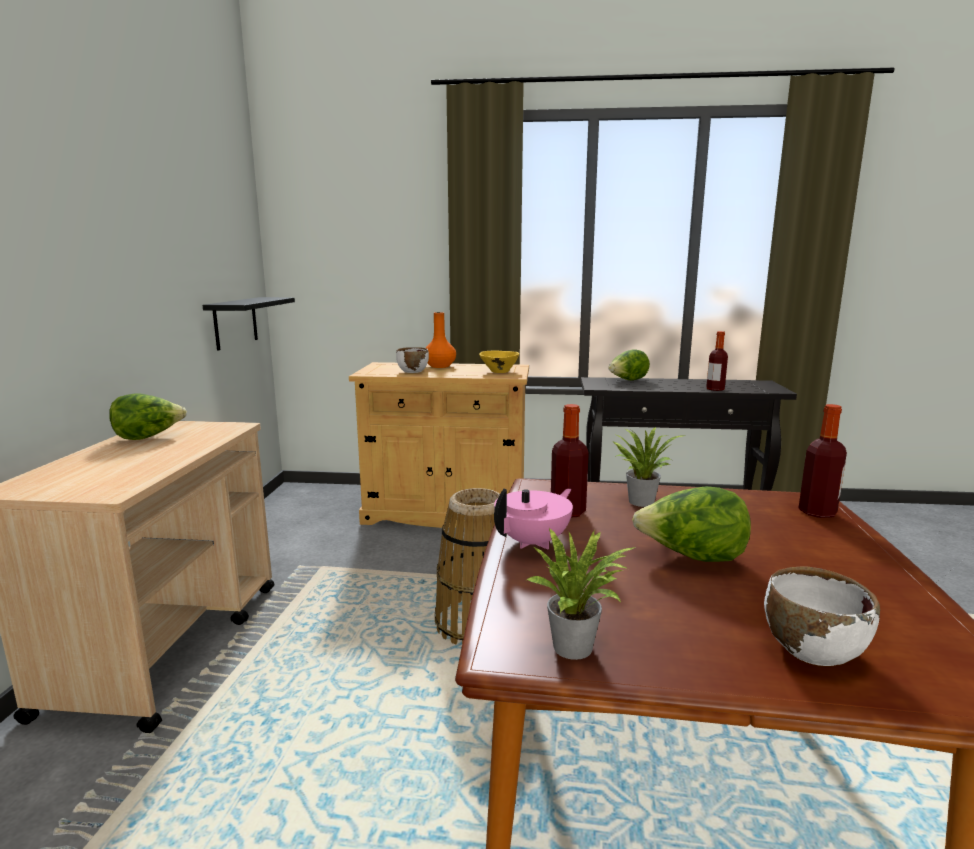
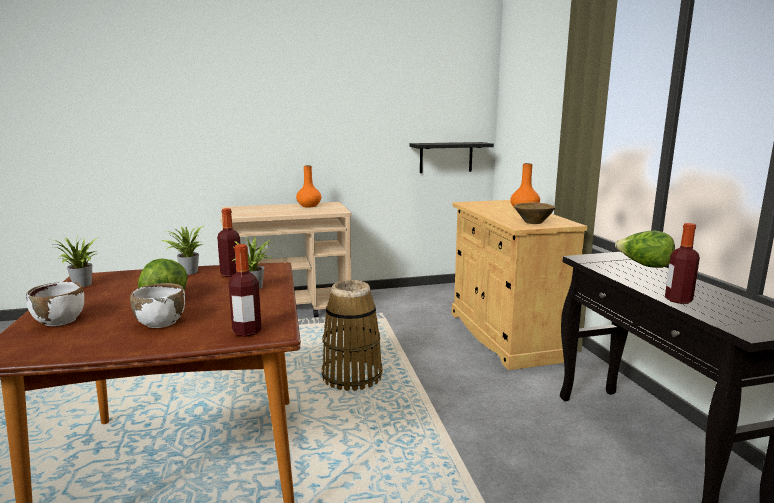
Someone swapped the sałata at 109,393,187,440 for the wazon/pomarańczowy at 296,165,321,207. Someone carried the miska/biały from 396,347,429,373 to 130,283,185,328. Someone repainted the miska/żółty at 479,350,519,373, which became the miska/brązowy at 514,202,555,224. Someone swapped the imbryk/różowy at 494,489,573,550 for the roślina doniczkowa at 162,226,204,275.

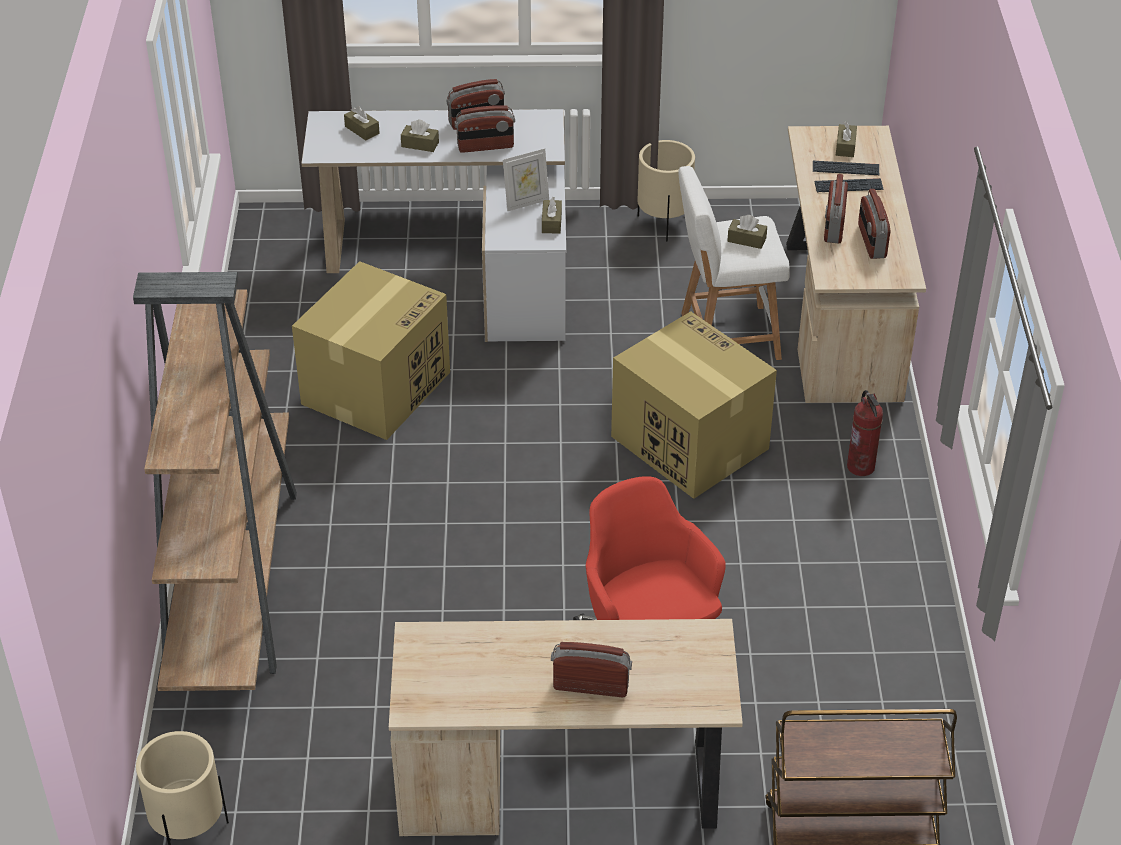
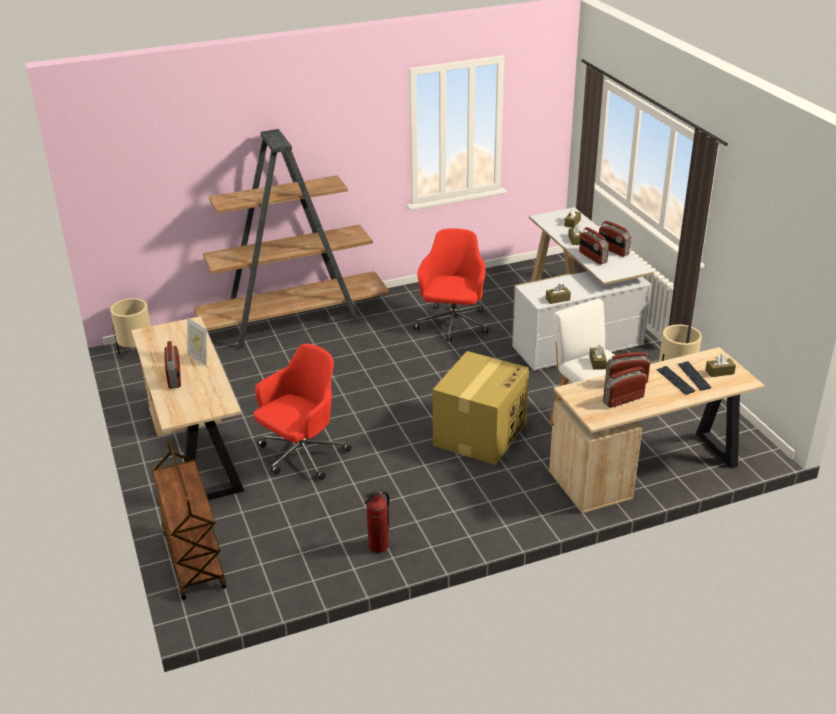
Someone swapped the karton at 292,261,450,440 for the krzesło biurowe/czerwony at 414,228,488,341. Someone carried the ramka na zdjęcie from 503,148,549,211 to 187,318,207,366. Someone carried the gaśnica from 847,390,883,476 to 364,490,390,553.

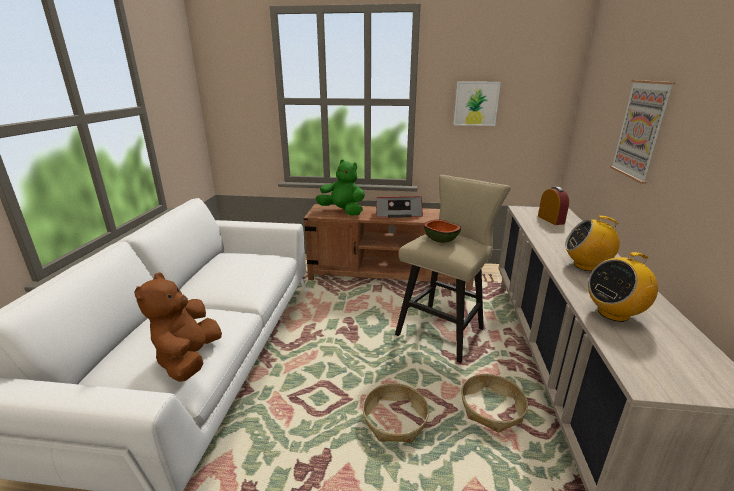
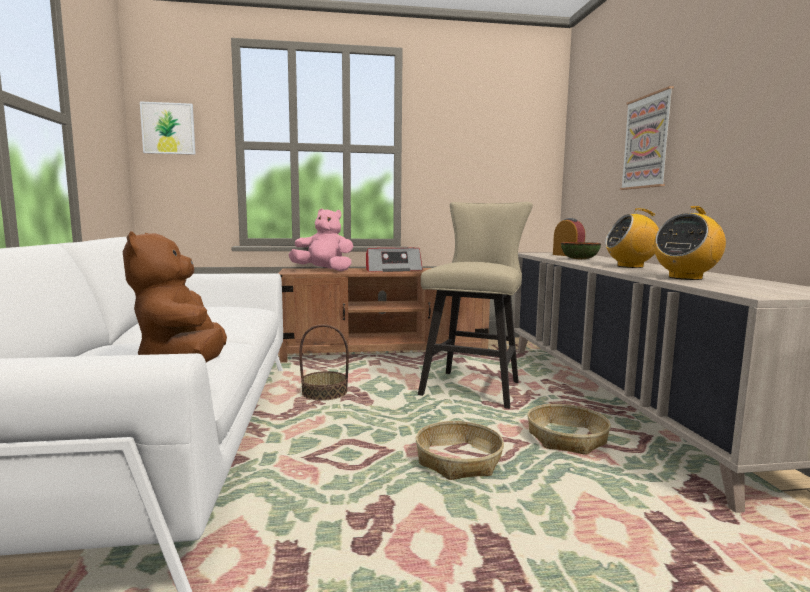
Someone repainted the pluszak/zielony at 316,160,365,216, which became the pluszak/różowy at 289,209,353,271. Someone carried the miska from 424,220,461,243 to 561,242,601,259. Someone carried the obraz from 453,82,501,126 to 140,102,196,155. Someone put down the koszyk at 299,324,349,401.

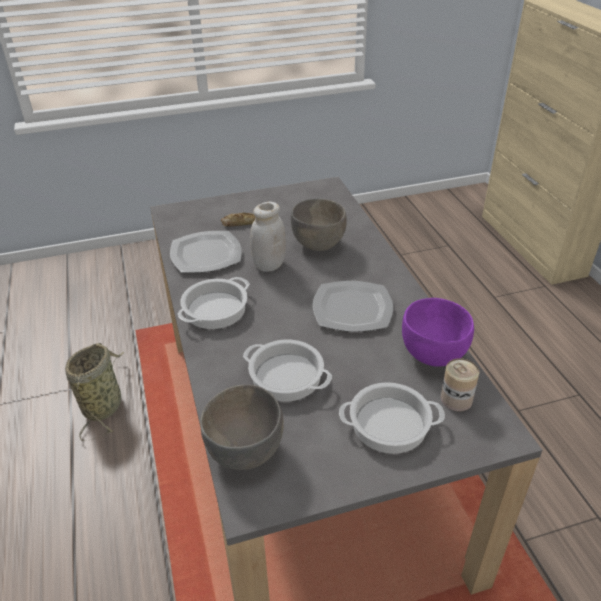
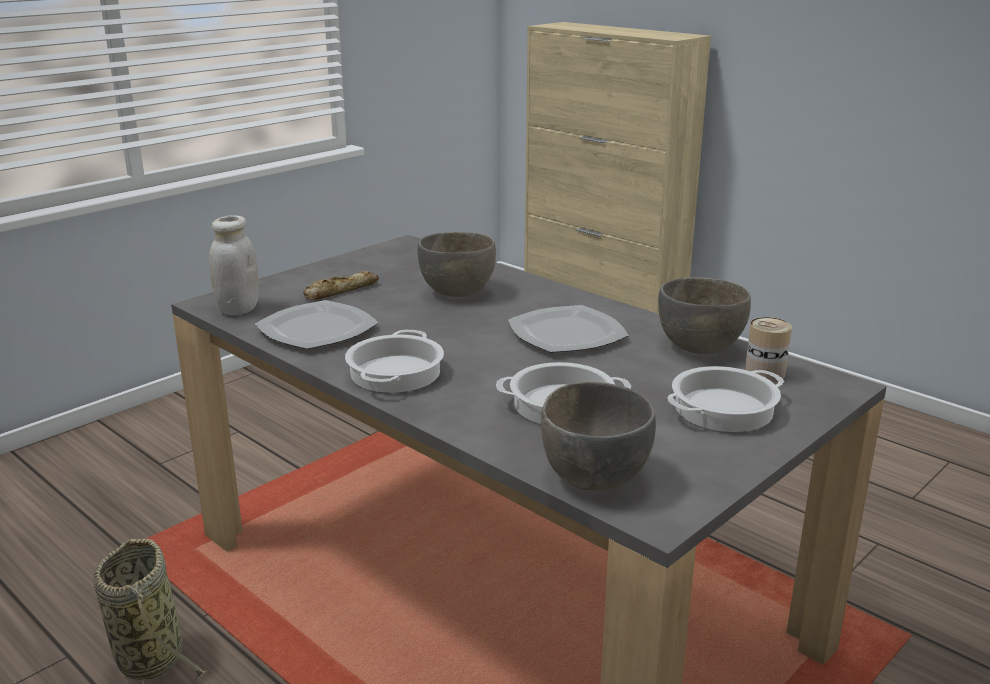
Someone carried the słoik/biały from 250,202,286,272 to 209,215,259,315. Someone repainted the miska/fioletowy at 402,298,474,367, which became the miska/szary at 658,277,751,354.

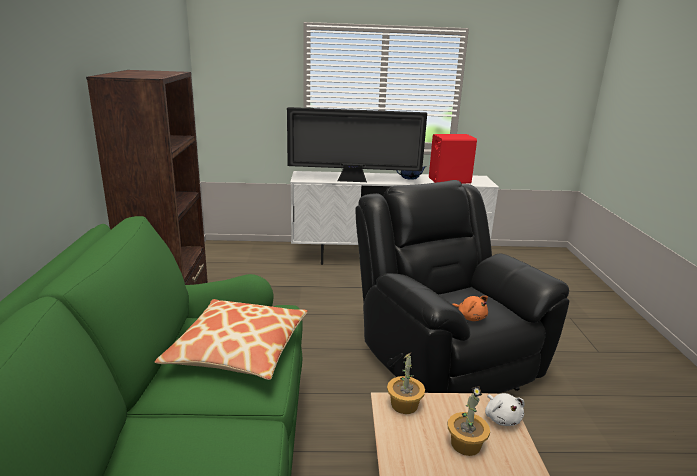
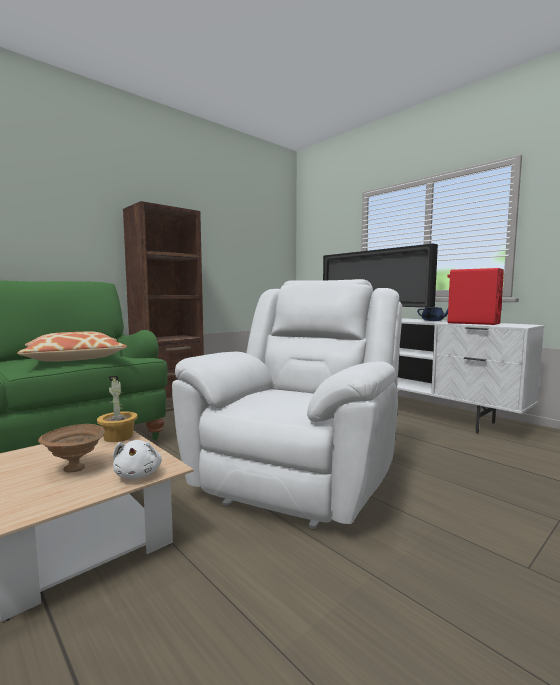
Someone repainted the fotel/czarny at 355,180,569,393, which became the fotel/biały at 172,279,402,529. Someone swapped the roślina doniczkowa at 448,386,490,456 for the miska/brązowy at 38,424,105,473. Someone took away the pluszak/pomarańczowy at 452,296,488,321. Someone rotated the pluszak/biały at 485,393,525,426 by 45 degrees counterclockwise.

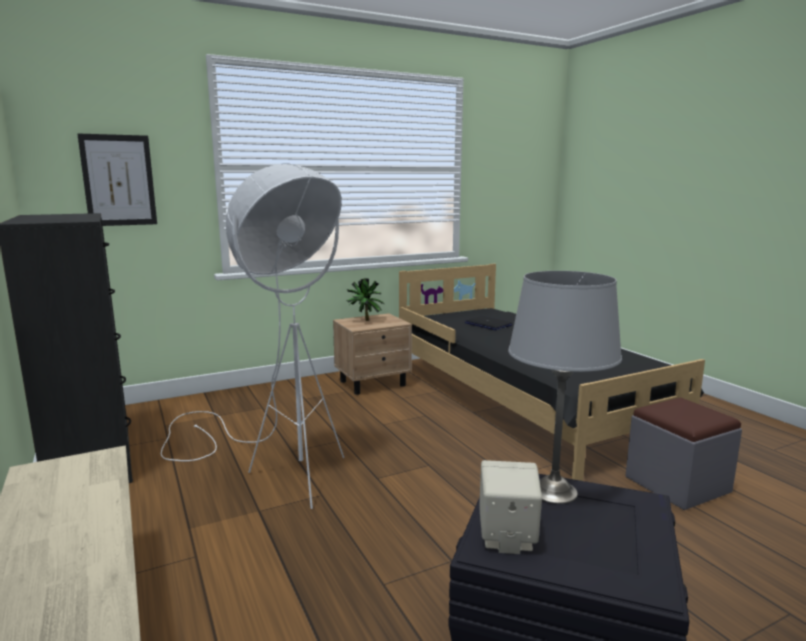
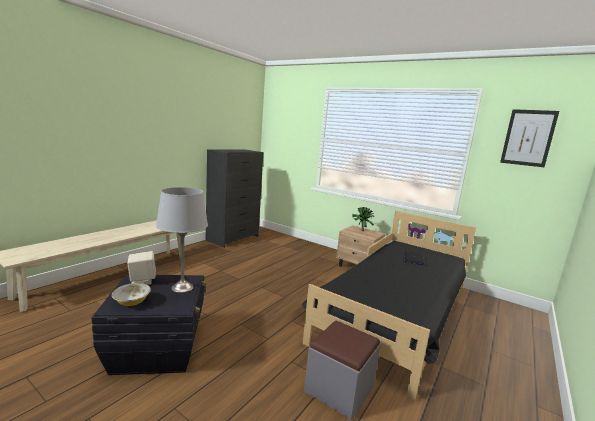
Someone carried the obraz from 77,134,157,226 to 500,109,559,167. Someone took away the lampa stojąca/biały at 161,163,344,509. Someone put down the miska at 112,283,151,306.

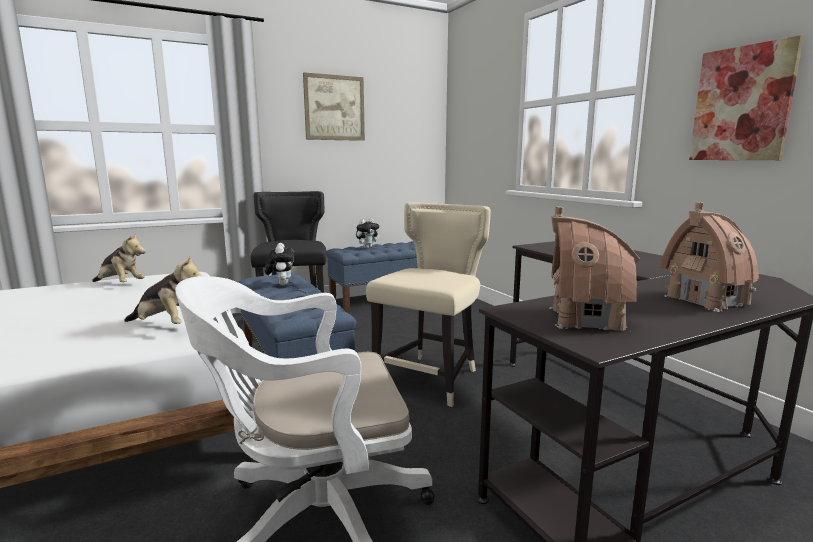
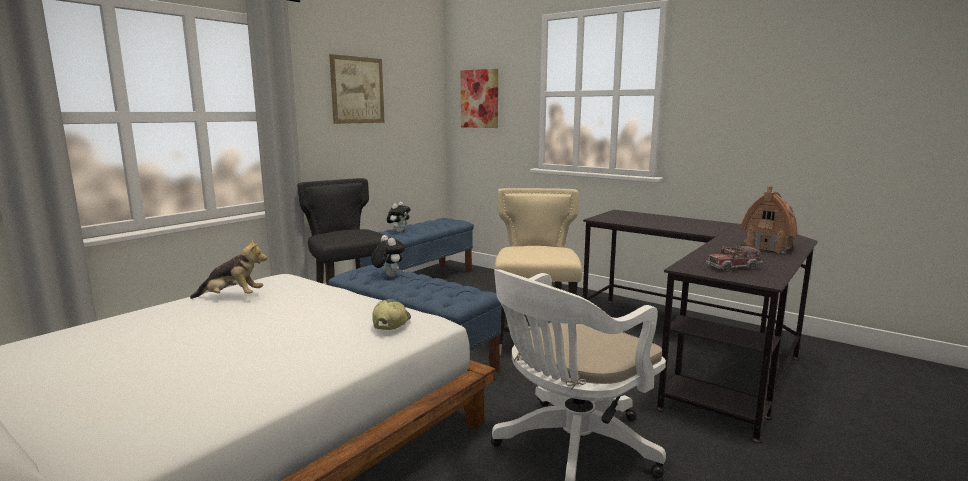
Someone swapped the pluszak at 124,254,203,324 for the czapka z daszkiem at 372,299,411,330. Someone swapped the domek at 549,206,640,331 for the ciężarówka zabawkowa at 706,245,763,272. Someone carried the obraz from 689,35,804,160 to 461,69,498,128.

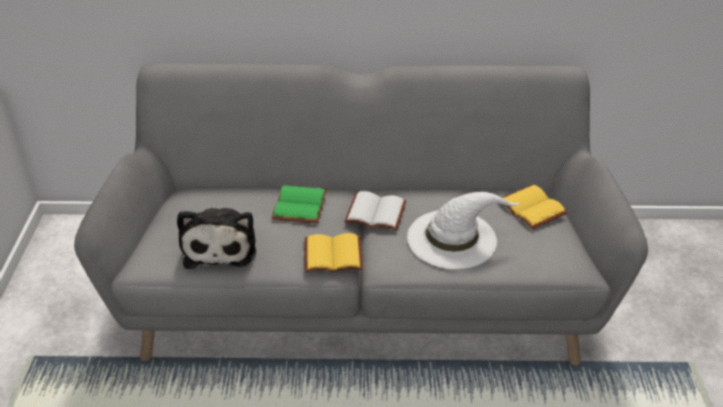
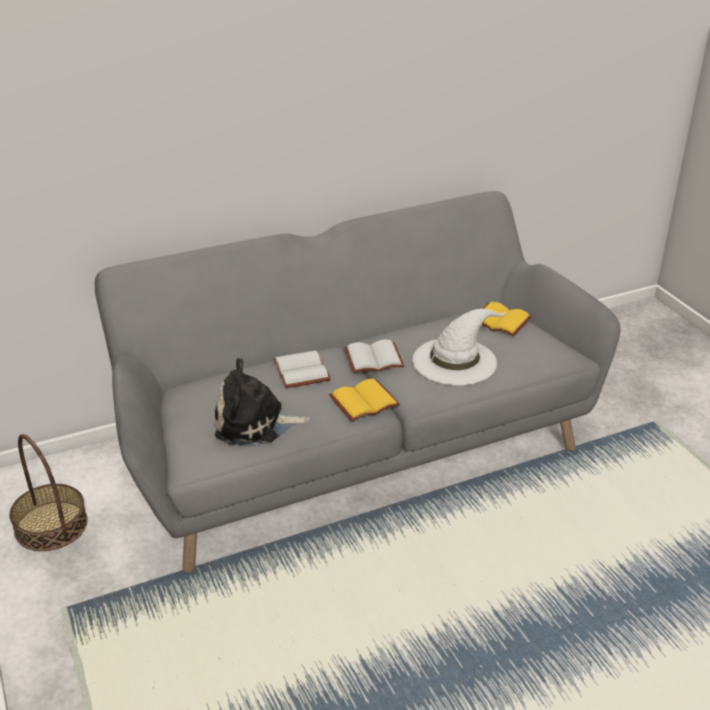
Someone rotated the pluszak at 177,208,256,269 by 120 degrees clockwise. Someone repainted the książka/zielony at 272,185,327,223, which became the książka/biały at 273,350,331,388. Someone put down the koszyk at 10,434,88,551.

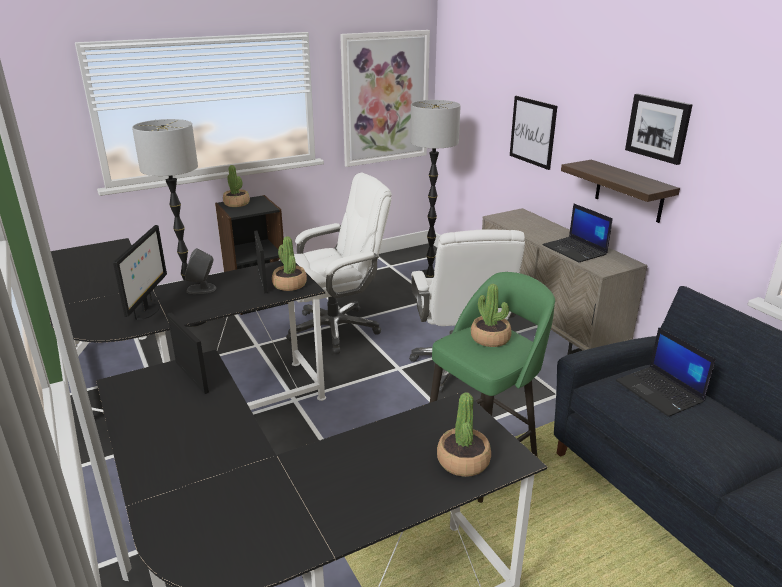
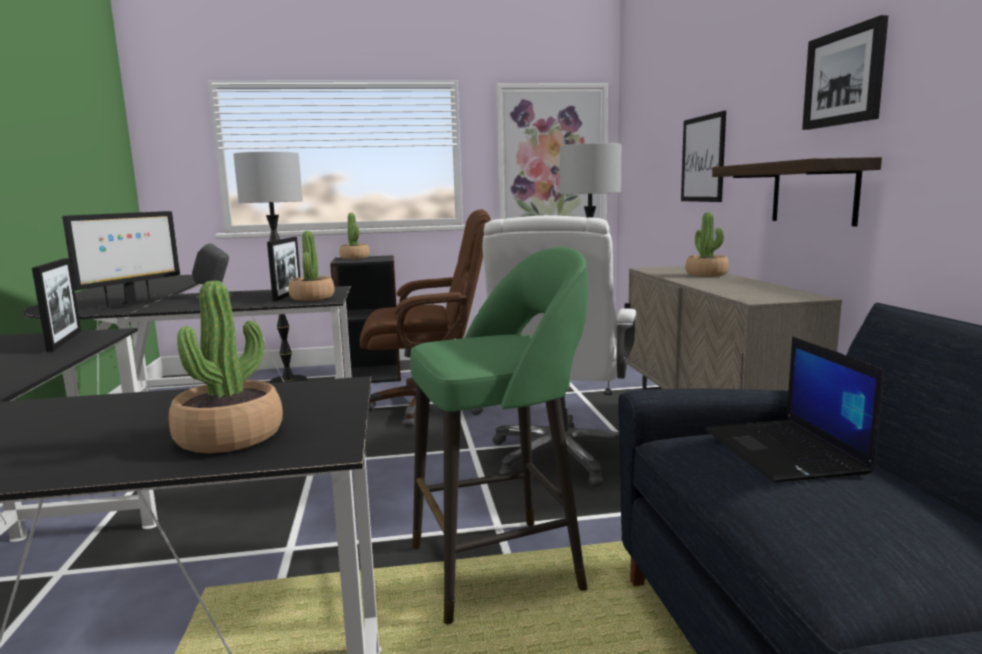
Someone repainted the krzesło biurowe/biały at 279,172,392,354, which became the krzesło biurowe/brązowy at 360,209,491,427. Someone carried the roślina doniczkowa from 471,284,512,347 to 686,212,729,277. Someone took away the laptop at 542,203,613,262.

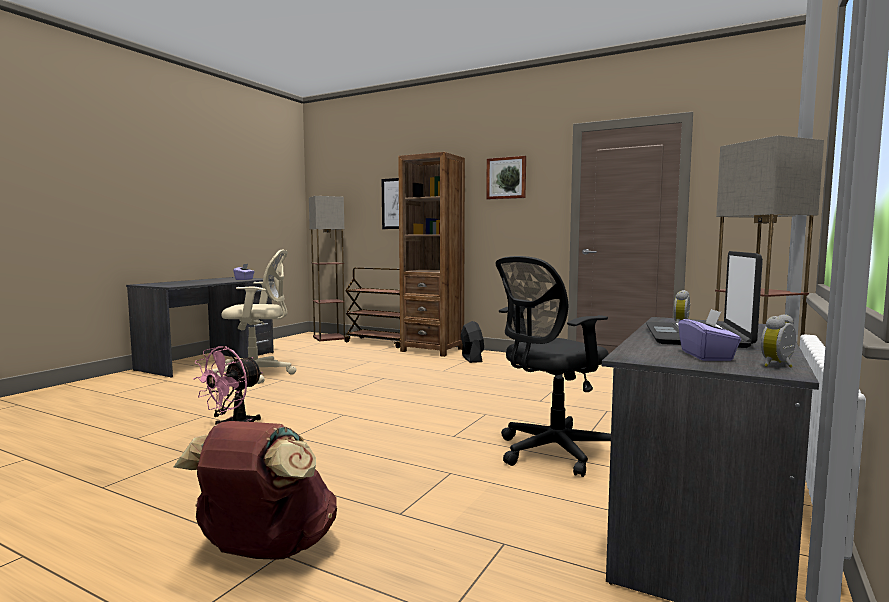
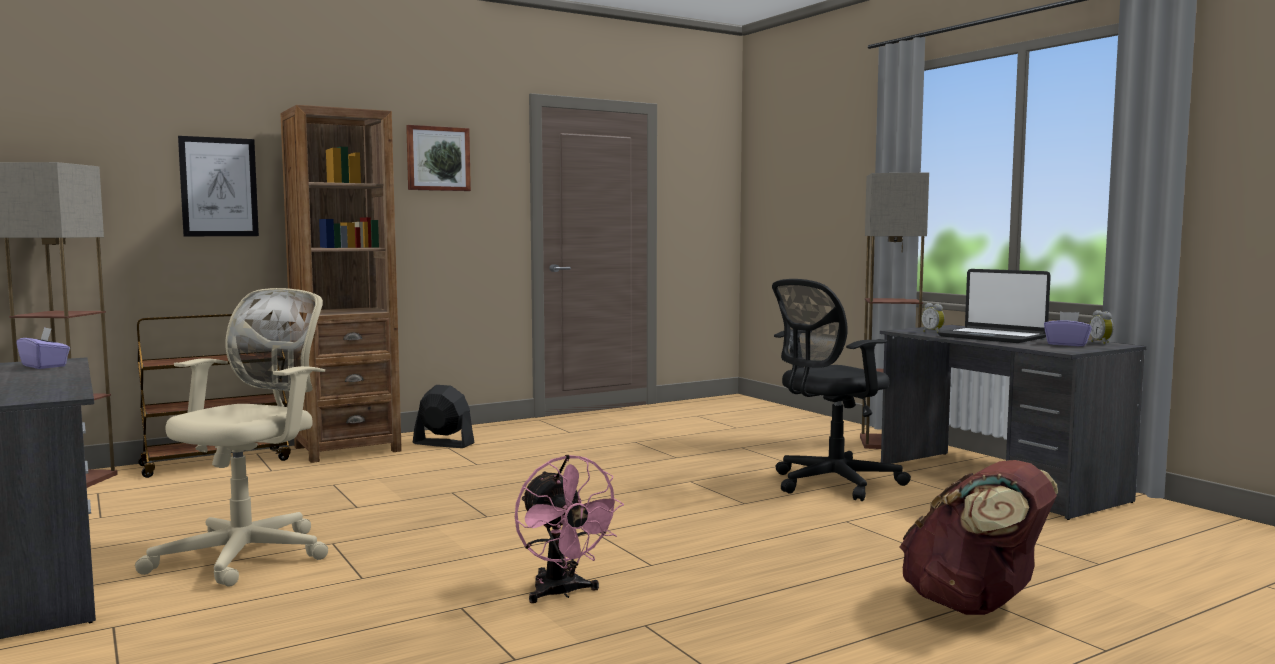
Someone rotated the krzesło biurowe/czarny at 496,256,611,477 by 60 degrees clockwise.

